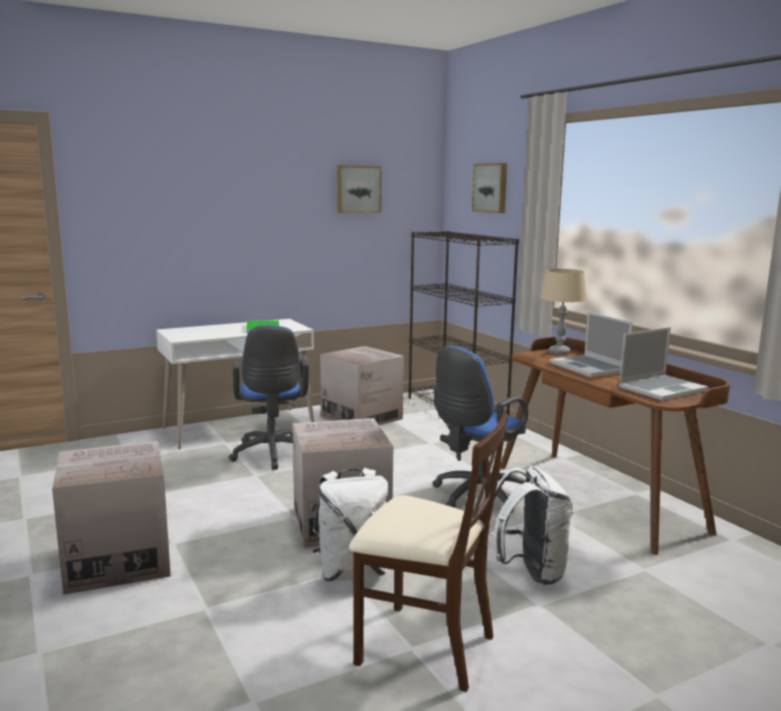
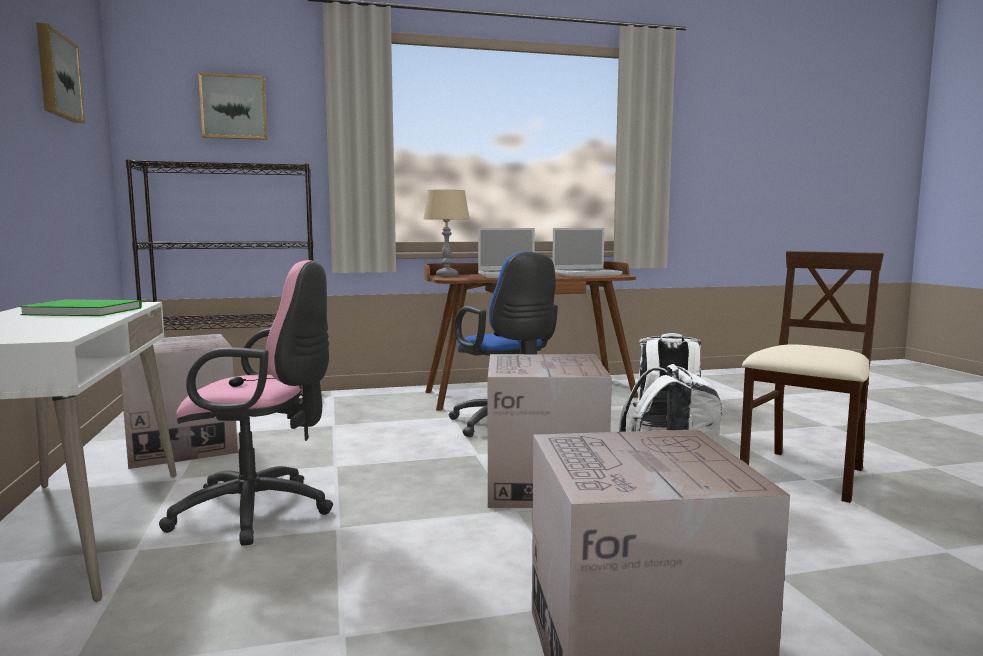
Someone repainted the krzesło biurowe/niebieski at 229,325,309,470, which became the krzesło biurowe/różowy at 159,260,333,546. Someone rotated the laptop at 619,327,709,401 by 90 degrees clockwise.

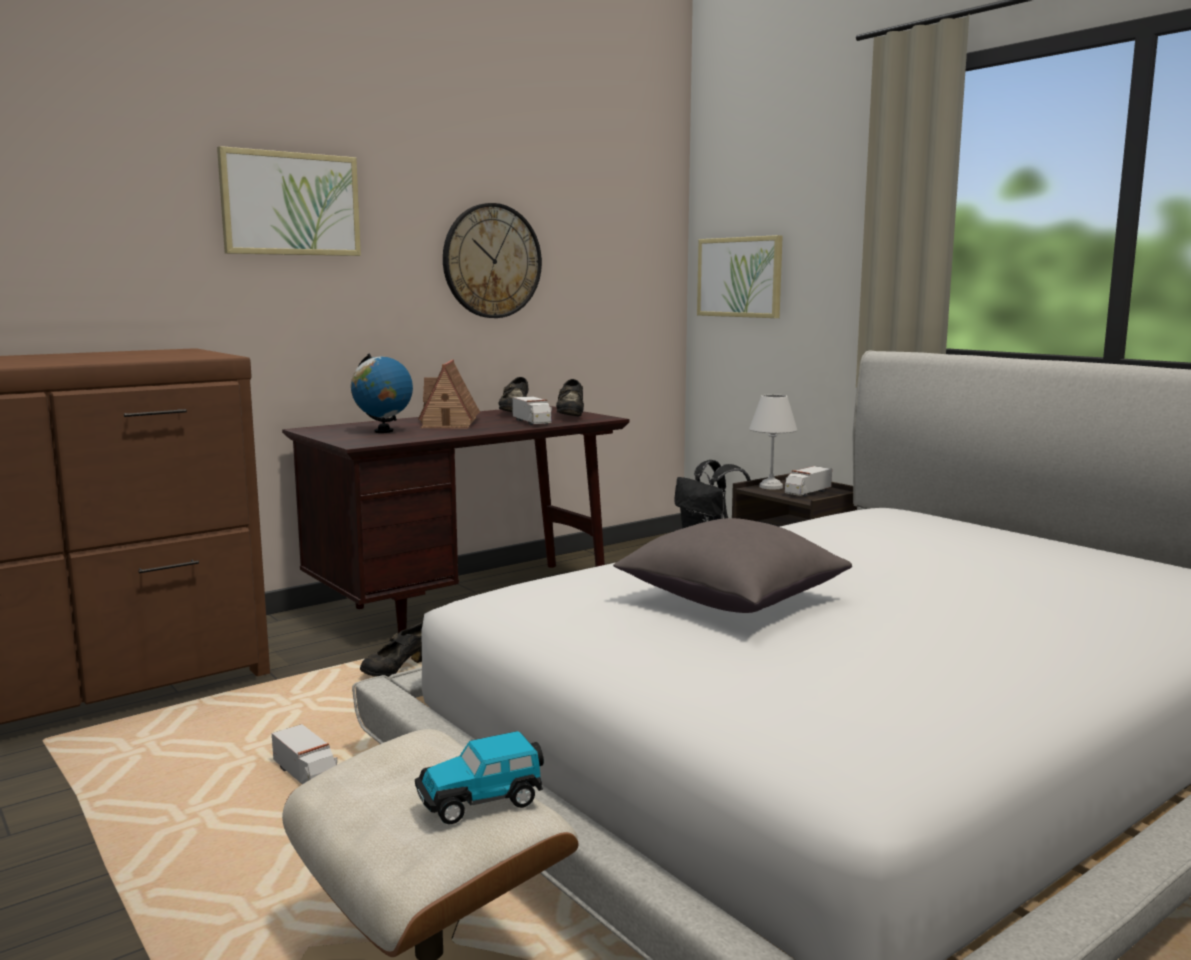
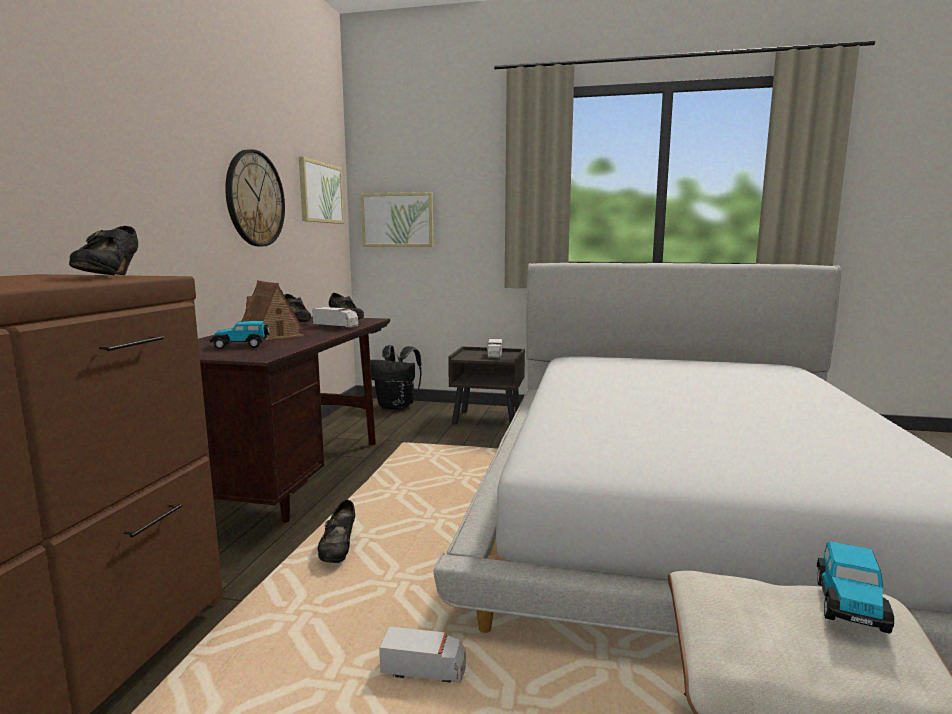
Someone carried the obraz from 217,146,361,256 to 299,157,344,224. Someone swapped the globus at 351,353,413,433 for the samochodzik at 209,321,270,349. Someone took away the poduszka/szary at 613,518,852,613. Someone took away the lampa stołowa/biały at 749,394,797,490. Someone put down the but/czarny at 69,226,138,275.

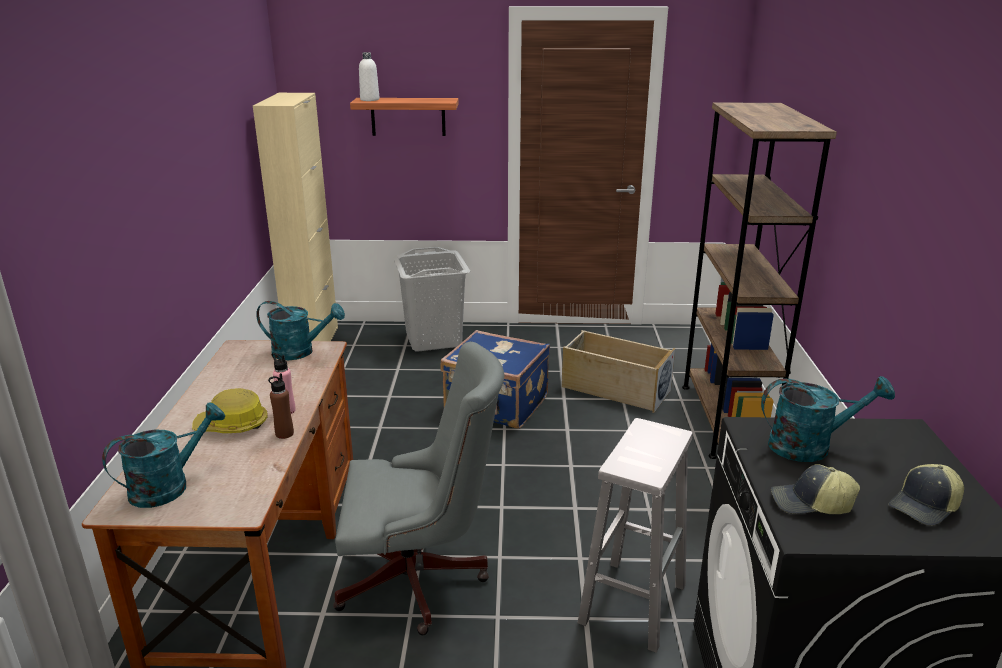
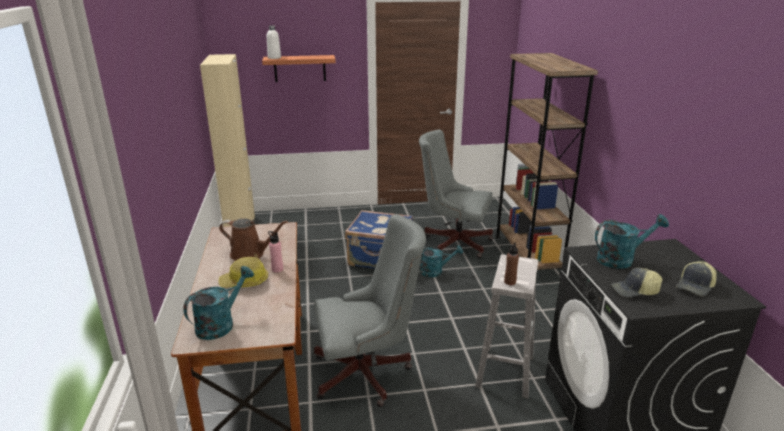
Someone carried the konewka/turkusowy from 256,301,345,360 to 420,245,463,277. Someone carried the butelka/brązowy from 268,373,294,439 to 504,242,519,285. Someone took away the kosz na pranie/szary at 393,247,470,351. Someone swapped the pojemnik do przechowywania/beżowy at 561,330,675,413 for the krzesło biurowe/szary at 419,130,493,258. Someone put down the konewka/brązowy at 219,218,288,261.

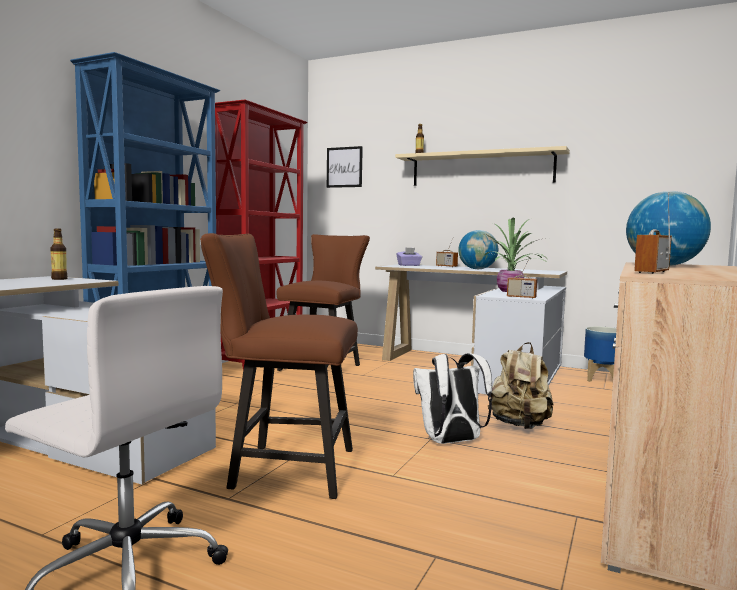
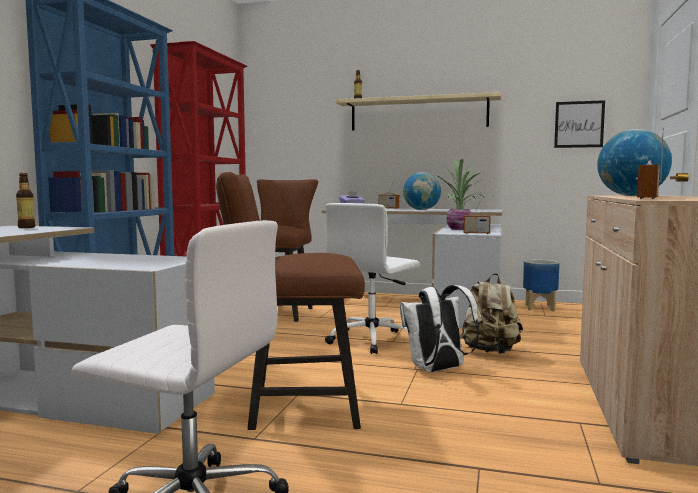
Someone carried the obraz from 327,146,363,188 to 554,100,605,148. Someone put down the krzesło biurowe/biały at 325,203,420,354.

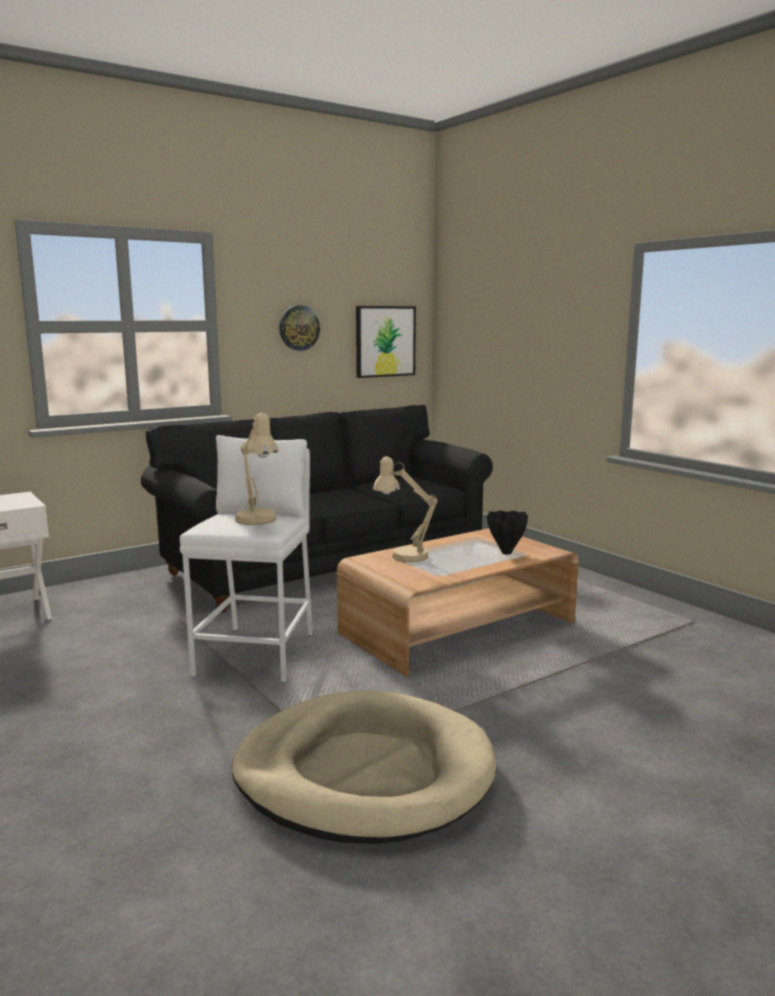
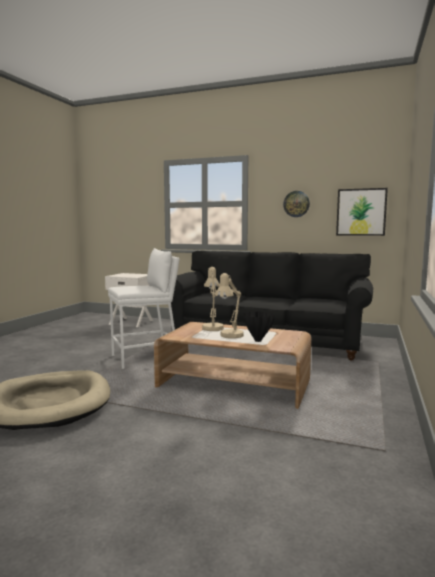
Someone carried the lampa stołowa/beżowy from 235,413,279,525 to 215,273,244,339.

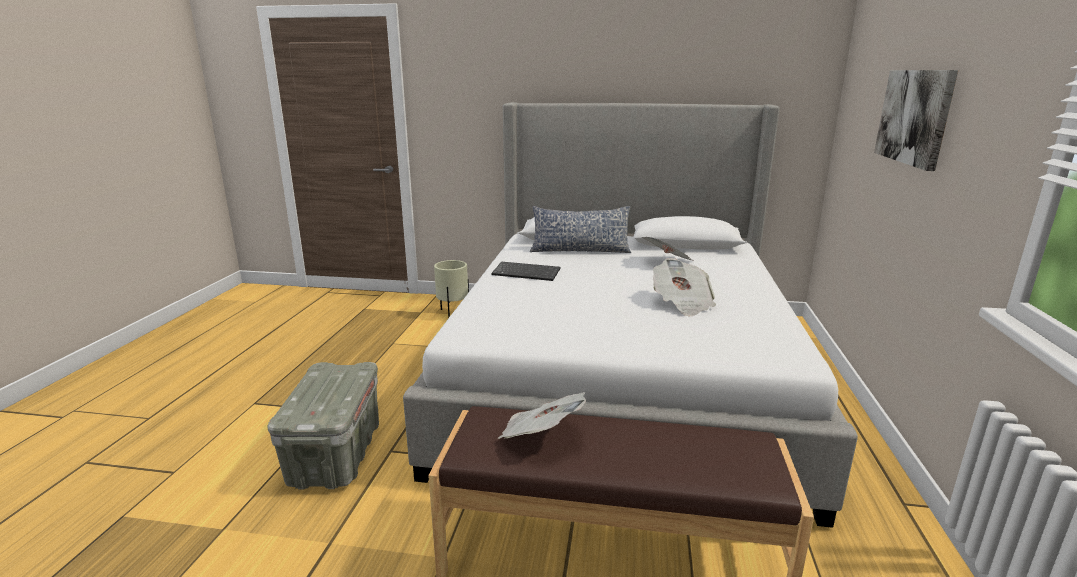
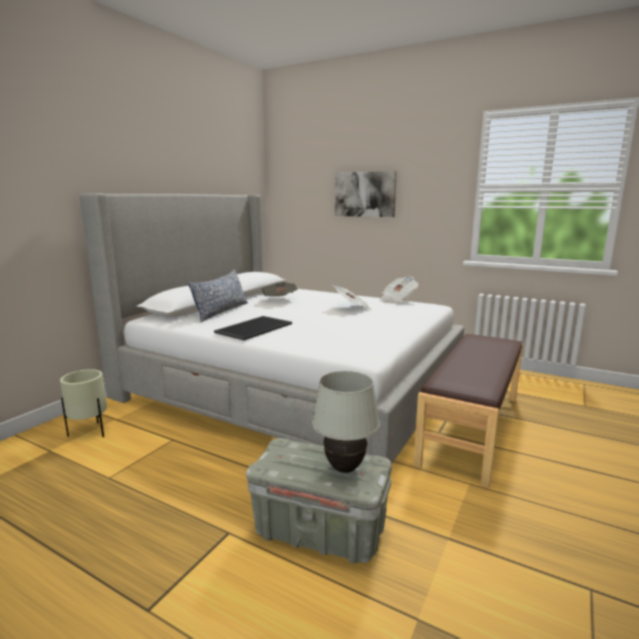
Someone swapped the klawiatura at 491,262,560,281 for the taca at 214,316,292,340. Someone carried the gazeta from 498,392,586,439 to 379,276,418,302. Someone put down the lampa stołowa/biały at 312,371,380,473.

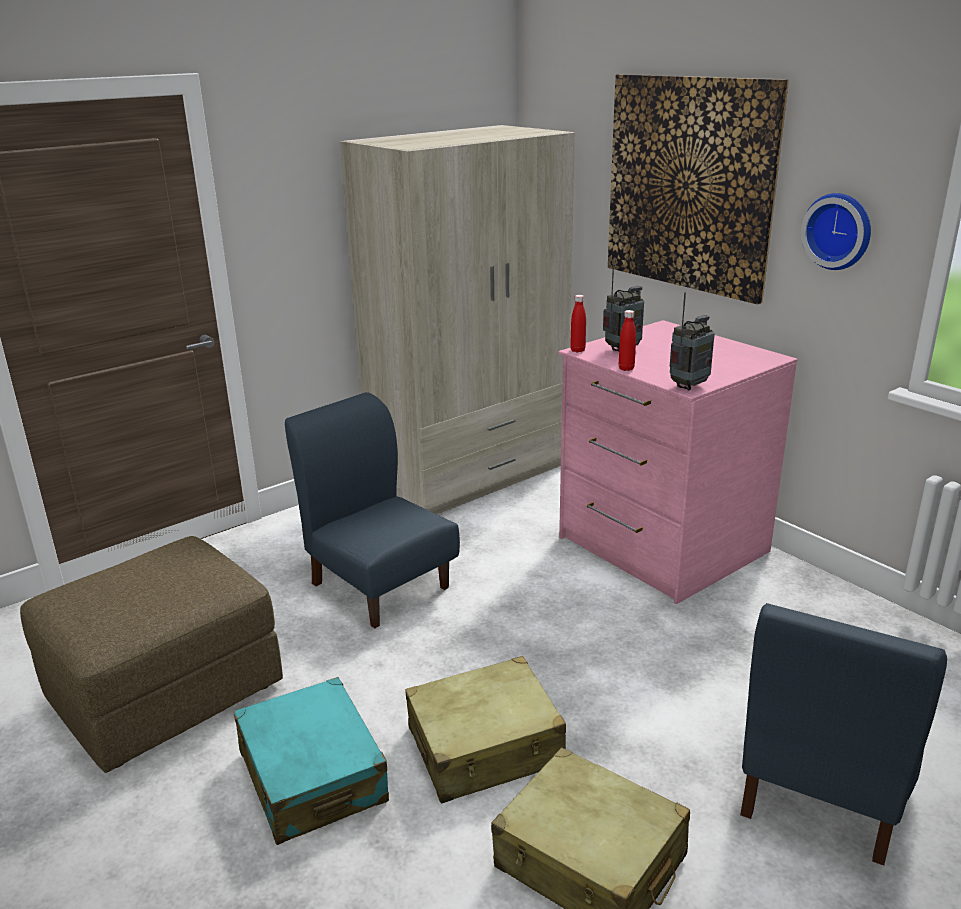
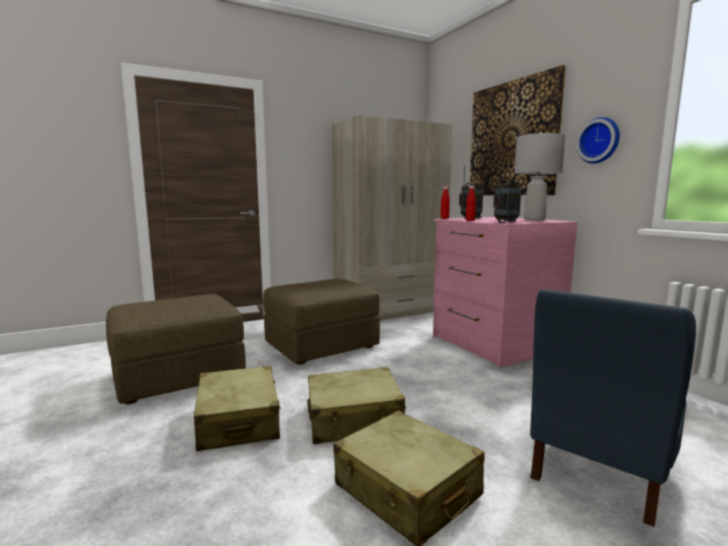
Someone repainted the walizka/turkusowy at 233,677,389,845, which became the walizka/beżowy at 194,366,281,451. Someone swapped the krzesło/niebieski at 285,392,460,628 for the pufa/brązowy at 263,279,380,365. Someone put down the lampa stołowa/szary at 514,133,566,221.

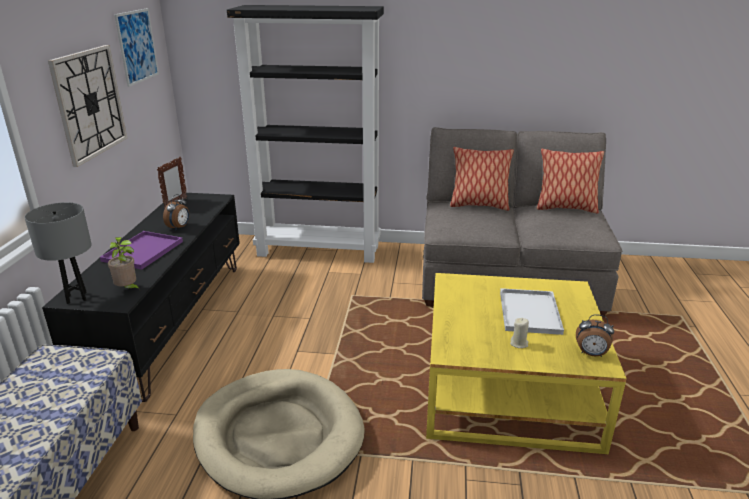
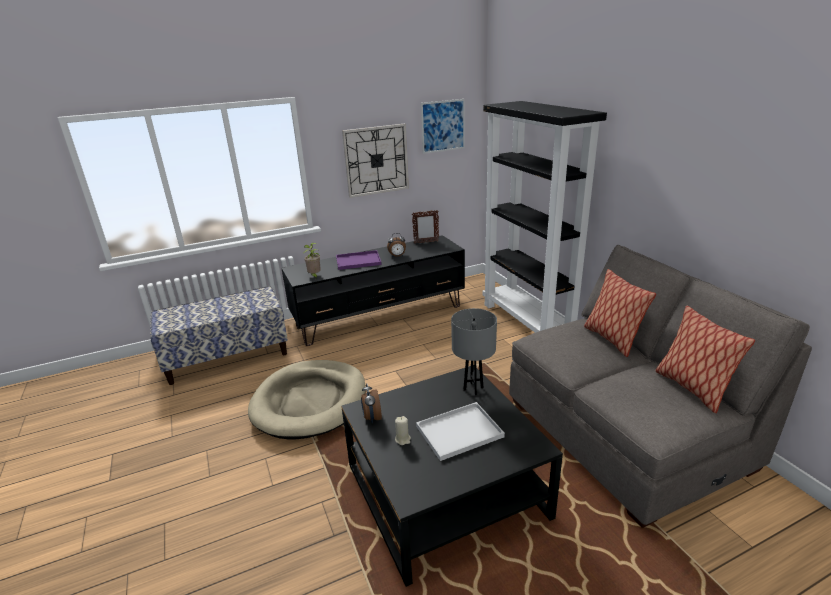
Someone carried the lampa stołowa/szary from 24,202,92,304 to 451,308,497,395. Someone repainted the ława/żółty at 426,273,627,454, which became the ława/czarny at 341,365,563,587. Someone carried the budzik from 576,314,614,357 to 361,383,382,423.

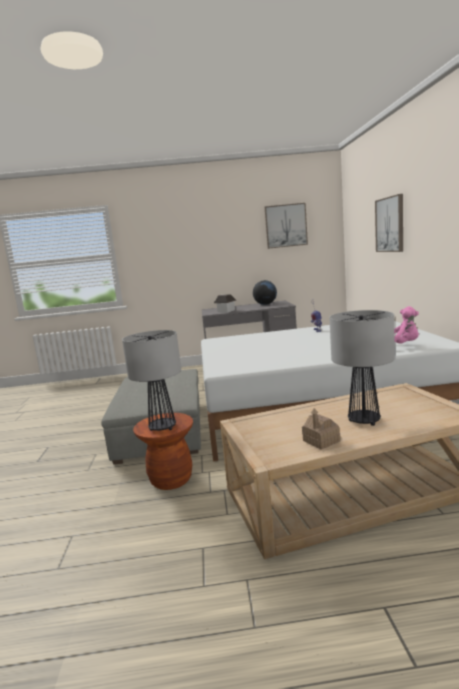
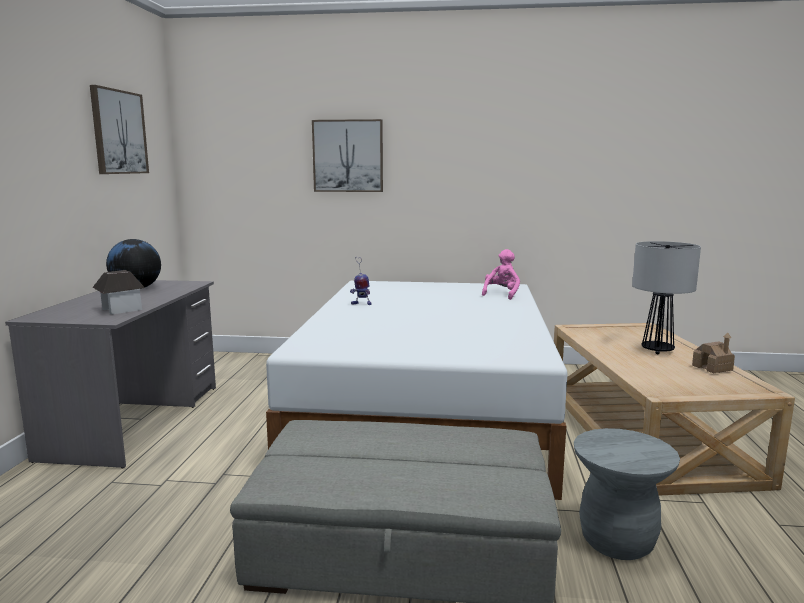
Someone took away the lampa stołowa at 122,330,181,431. Someone repainted the stołek/brązowy at 133,413,193,490, which became the stołek/szary at 574,428,680,560.

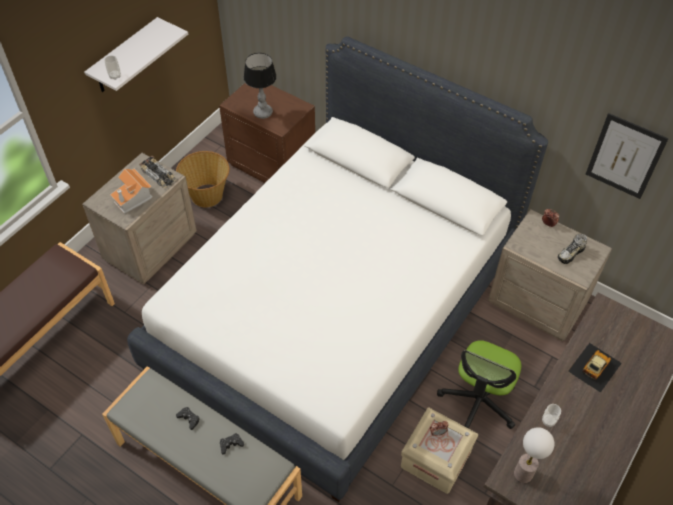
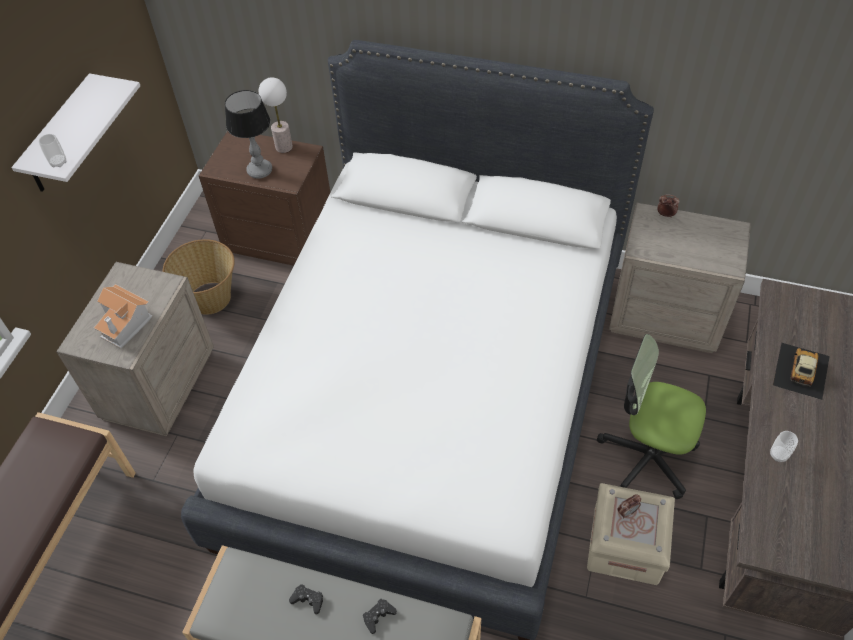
Someone took away the samochodzik at 139,155,177,188. Someone rotated the krzesło biurowe at 437,340,521,429 by 105 degrees clockwise. Someone carried the lampa stołowa from 514,427,554,483 to 259,77,293,153. Someone took away the but at 558,234,587,264. Someone took away the obraz at 586,113,669,199.

